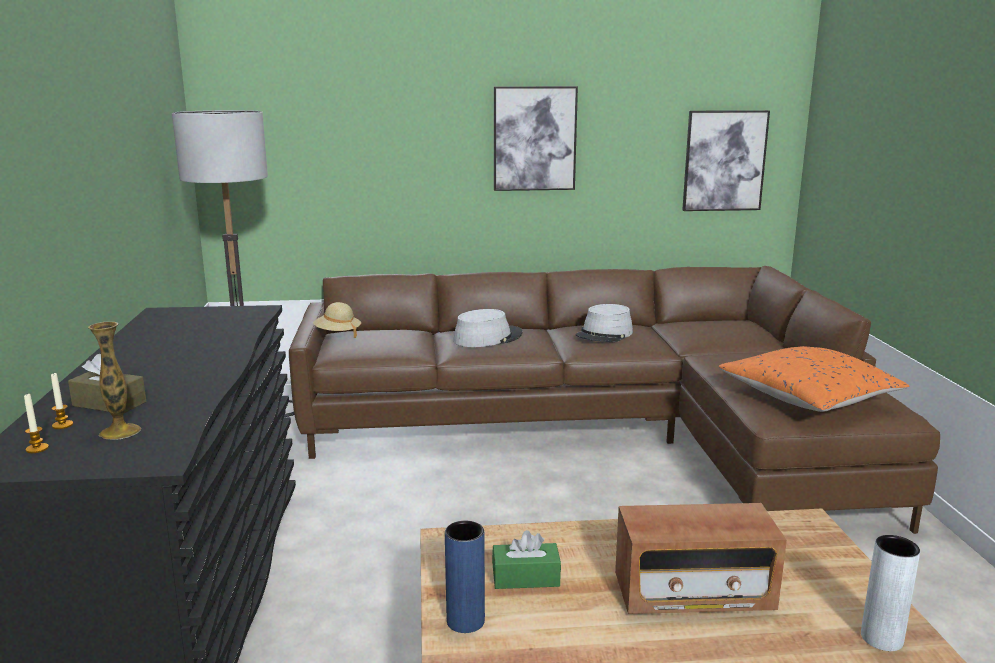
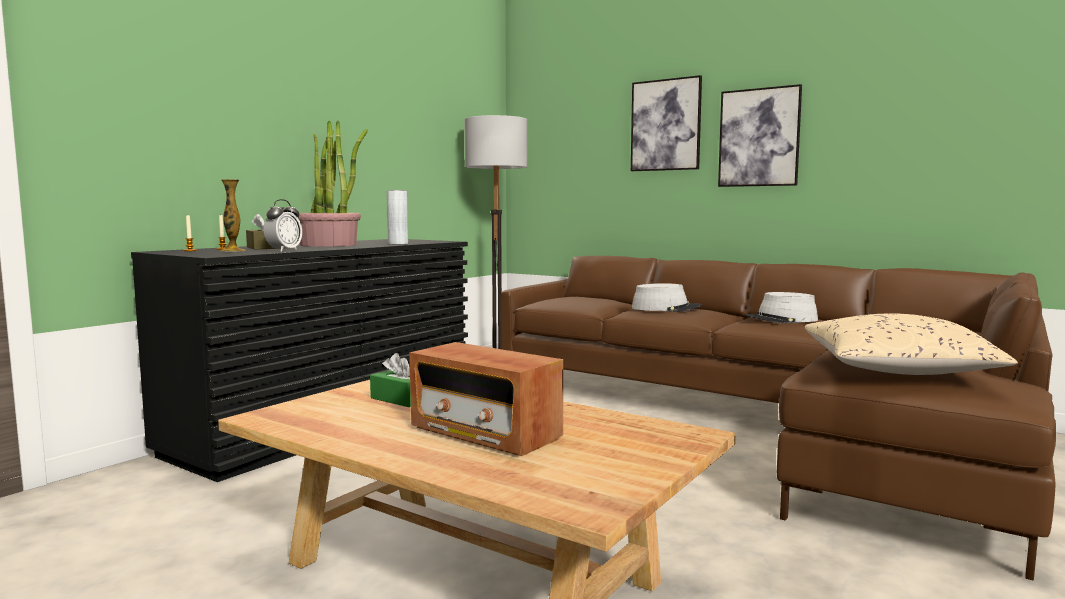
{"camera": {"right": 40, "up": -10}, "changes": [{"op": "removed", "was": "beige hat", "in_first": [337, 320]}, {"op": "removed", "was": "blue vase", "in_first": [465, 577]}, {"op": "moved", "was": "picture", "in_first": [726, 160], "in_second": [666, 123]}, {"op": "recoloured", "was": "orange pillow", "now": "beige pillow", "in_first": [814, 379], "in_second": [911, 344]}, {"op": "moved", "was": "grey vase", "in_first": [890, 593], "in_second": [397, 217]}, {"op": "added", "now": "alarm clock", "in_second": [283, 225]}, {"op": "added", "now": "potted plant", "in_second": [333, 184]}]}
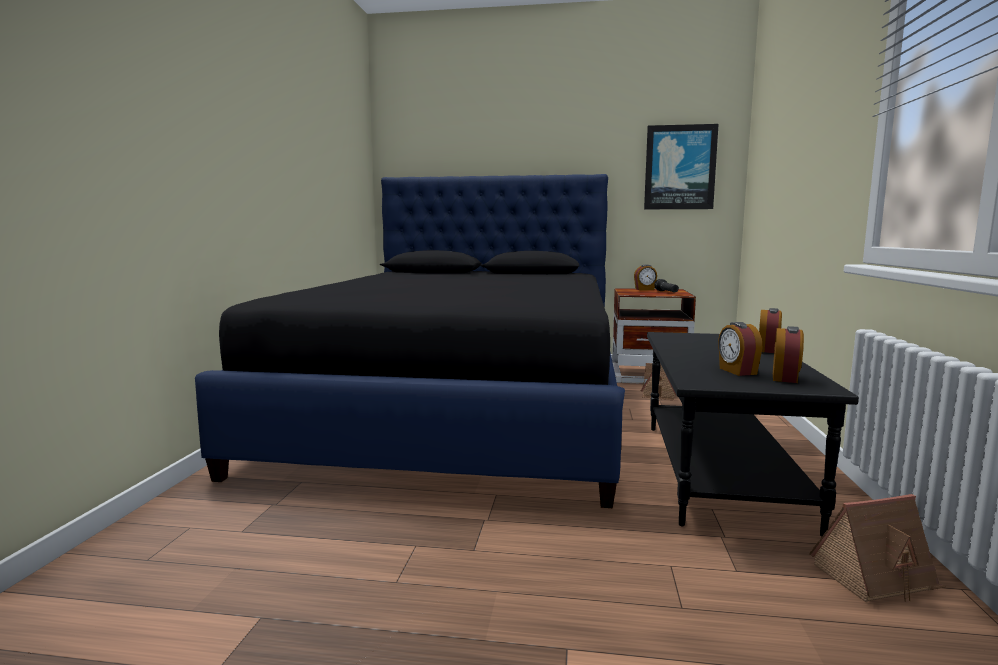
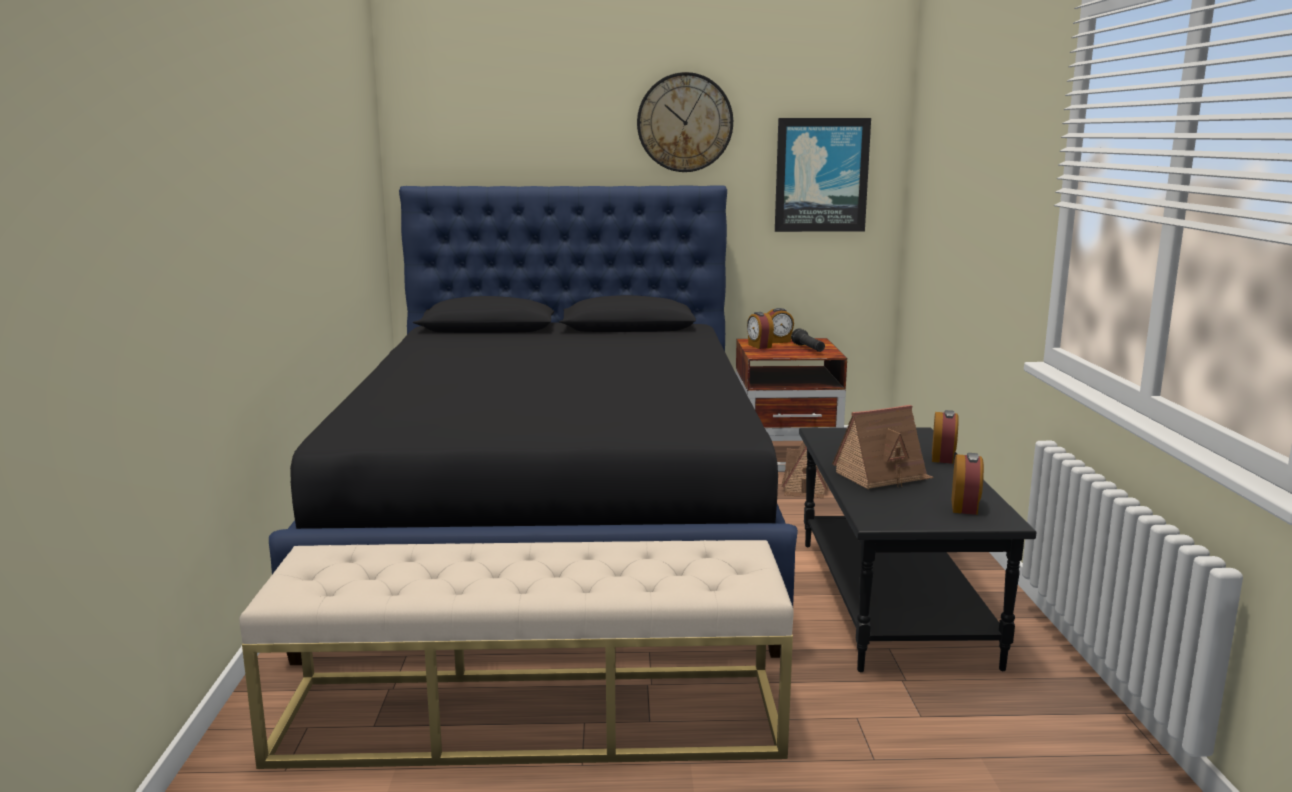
{"camera": {"right": -10, "up": 5}, "changes": [{"op": "moved", "was": "alarm clock", "in_first": [740, 349], "in_second": [760, 330]}, {"op": "moved", "was": "toy house", "in_first": [877, 548], "in_second": [883, 447]}, {"op": "added", "now": "beige bench", "in_second": [516, 654]}, {"op": "added", "now": "wall clock", "in_second": [685, 122]}]}
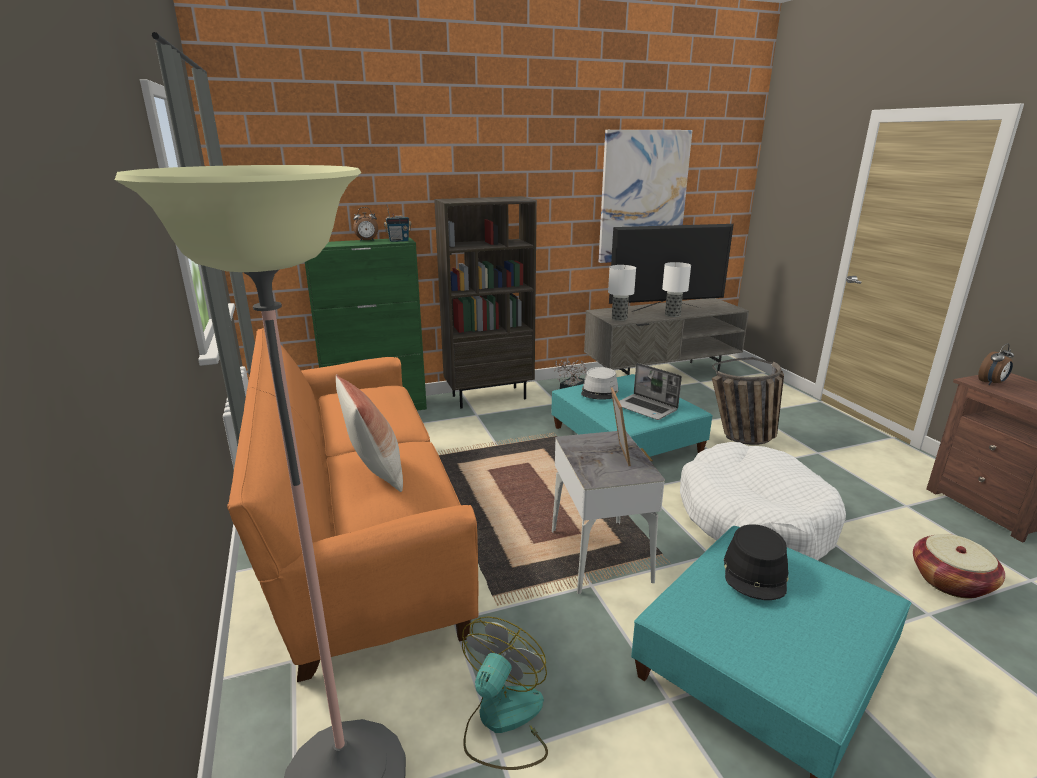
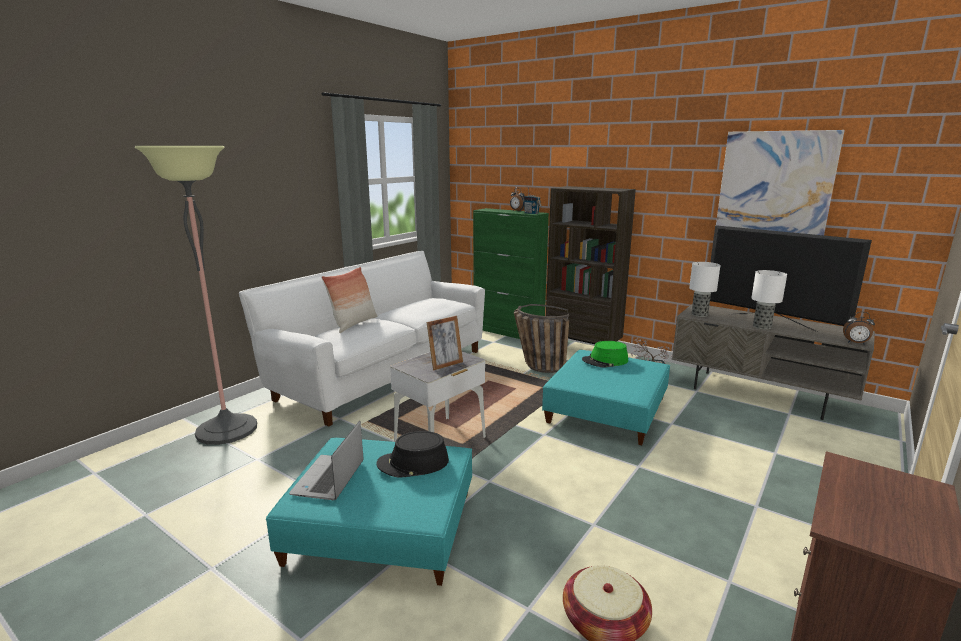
{"camera": {"right": 55, "up": -5}, "changes": [{"op": "recoloured", "was": "orange sofa", "now": "white sofa", "in_first": [353, 505], "in_second": [362, 339]}, {"op": "removed", "was": "fan", "in_first": [505, 693]}, {"op": "recoloured", "was": "grey hat", "now": "green hat", "in_first": [599, 383], "in_second": [605, 354]}, {"op": "moved", "was": "laptop", "in_first": [650, 391], "in_second": [326, 460]}, {"op": "removed", "was": "white dog bed", "in_first": [763, 501]}, {"op": "moved", "was": "basket", "in_first": [748, 401], "in_second": [541, 338]}, {"op": "moved", "was": "alarm clock", "in_first": [996, 364], "in_second": [859, 328]}]}
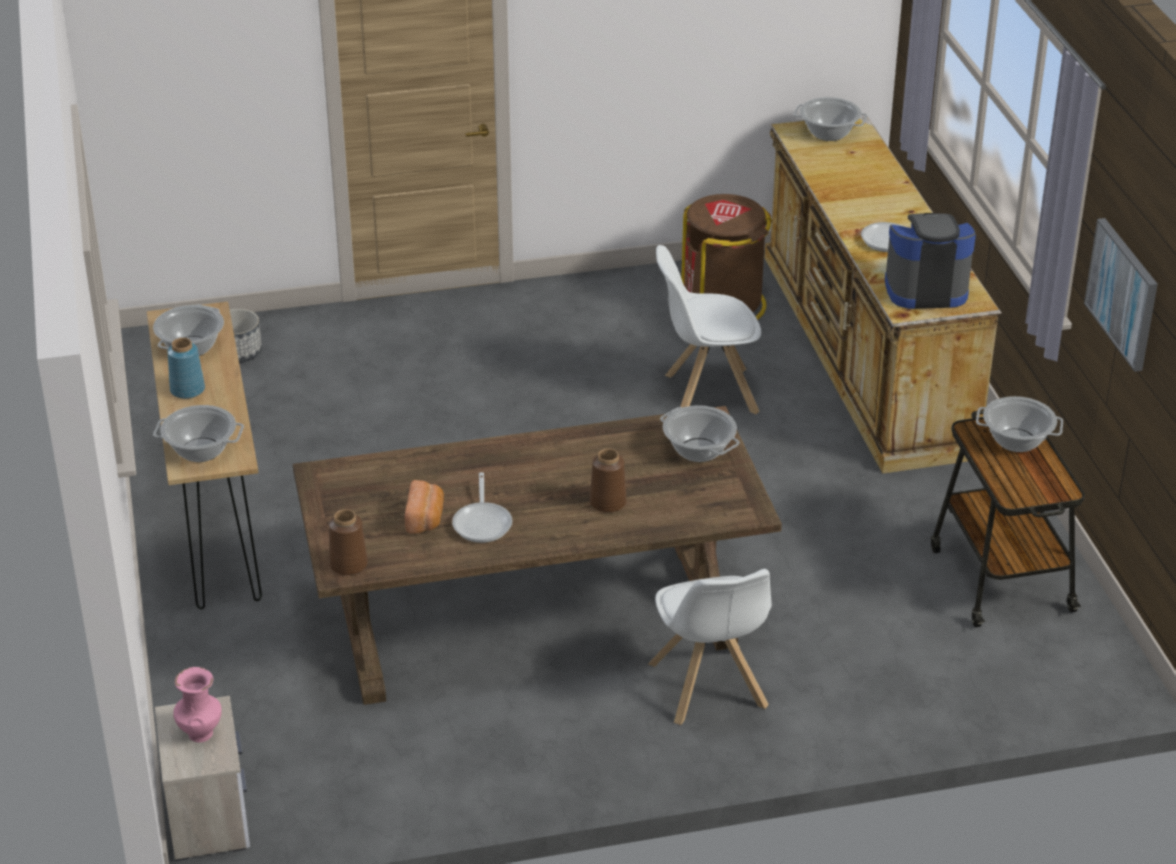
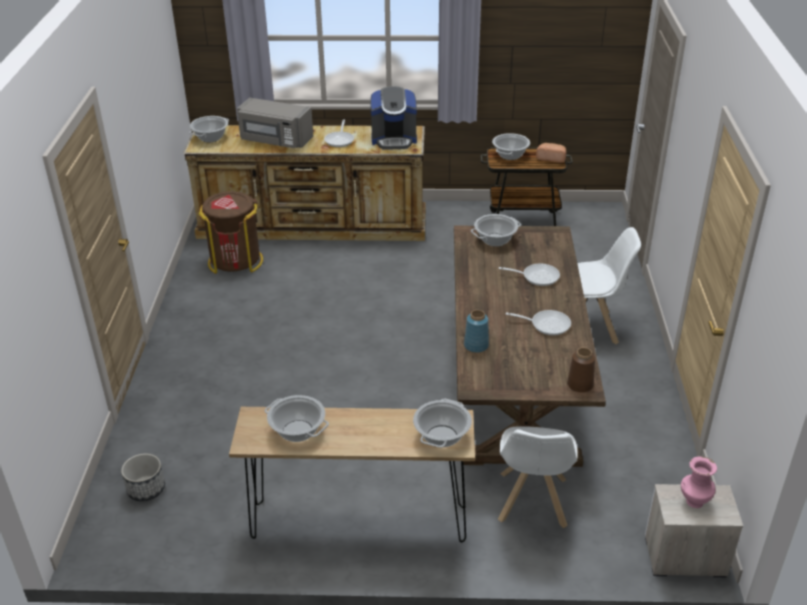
{"camera": {"right": -75, "up": 0}, "changes": [{"op": "moved", "was": "blue vase", "in_first": [186, 368], "in_second": [476, 331]}, {"op": "moved", "was": "bread", "in_first": [424, 507], "in_second": [551, 153]}, {"op": "replaced", "was": "brown vase", "now": "frying pan", "in_first": [608, 480], "in_second": [529, 275]}, {"op": "moved", "was": "white chair", "in_first": [708, 329], "in_second": [537, 477]}, {"op": "turned", "was": "coffee machine", "in_first": [930, 261], "in_second": [393, 118], "clockwise": -105}, {"op": "removed", "was": "picture", "in_first": [1121, 295]}, {"op": "added", "now": "grey microwave", "in_second": [275, 123]}]}
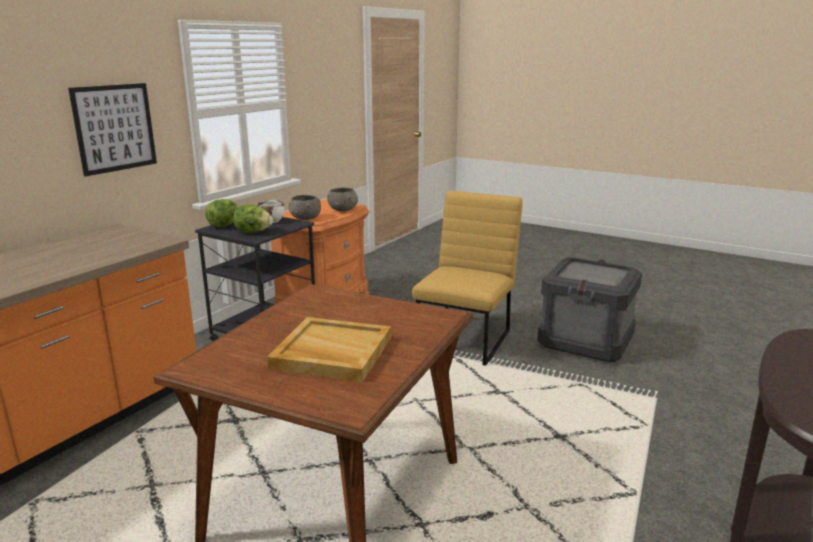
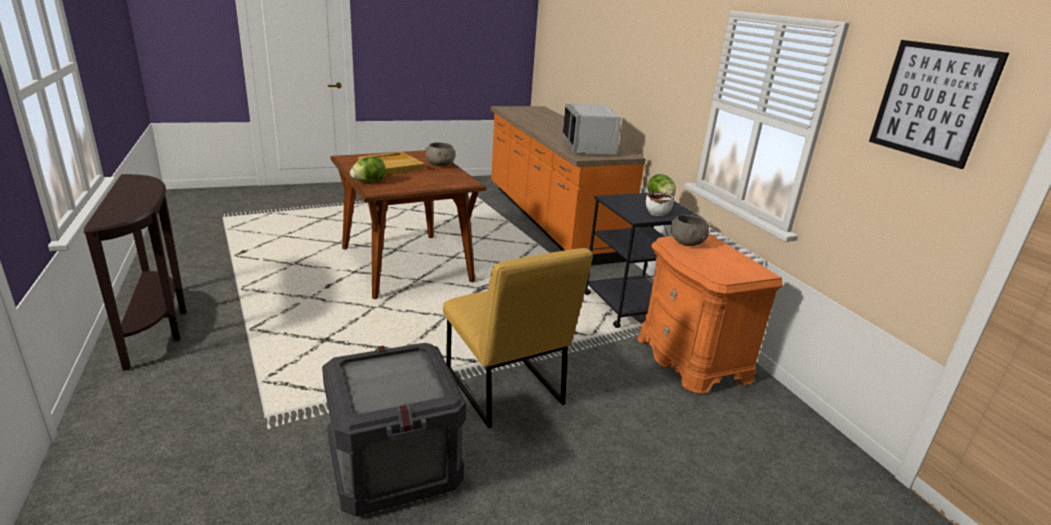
{"camera": {"right": 125, "up": 5}, "changes": [{"op": "moved", "was": "picture", "in_first": [112, 130], "in_second": [939, 104]}, {"op": "moved", "was": "lettuce", "in_first": [253, 219], "in_second": [368, 170]}, {"op": "moved", "was": "grey bowl", "in_first": [342, 199], "in_second": [440, 154]}, {"op": "added", "now": "grey microwave", "in_second": [591, 129]}]}
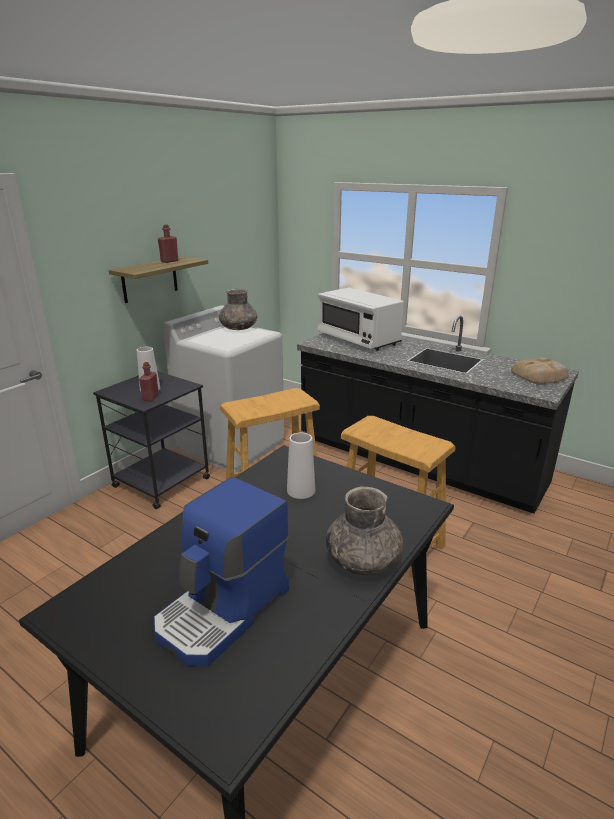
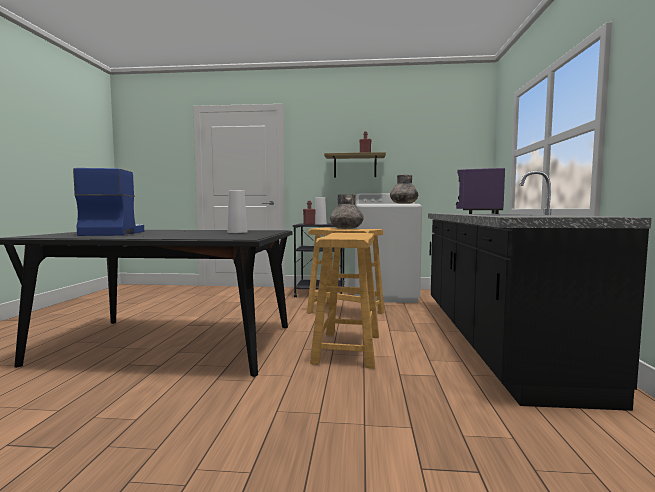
{"camera": {"right": 60, "up": -20}, "changes": [{"op": "turned", "was": "coffee machine", "in_first": [221, 571], "in_second": [108, 202], "clockwise": 75}, {"op": "recoloured", "was": "white microwave", "now": "purple microwave", "in_first": [361, 319], "in_second": [480, 191]}, {"op": "moved", "was": "grey vase", "in_first": [364, 531], "in_second": [347, 211]}, {"op": "removed", "was": "bread", "in_first": [540, 371]}]}
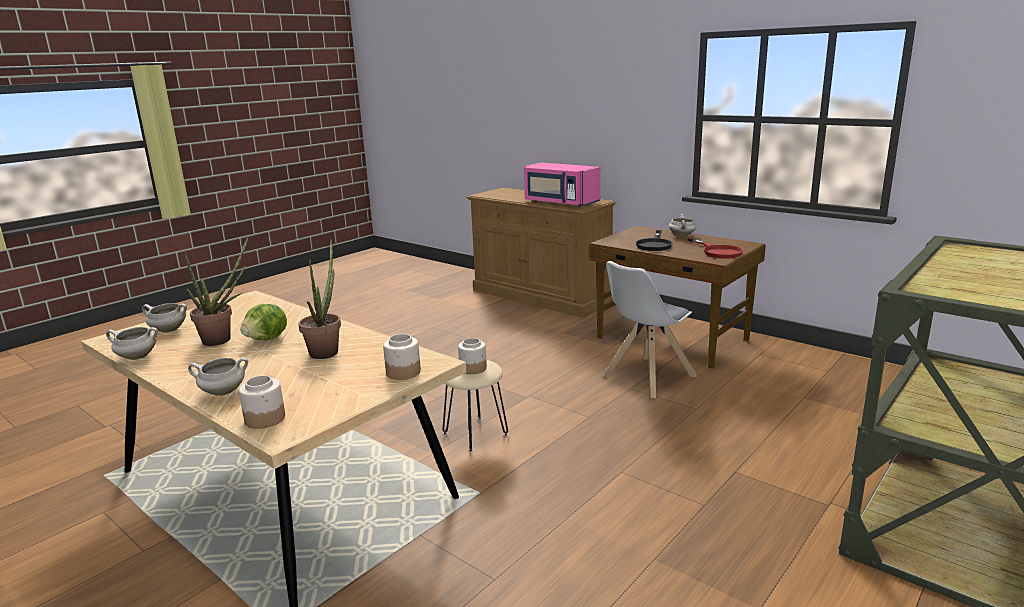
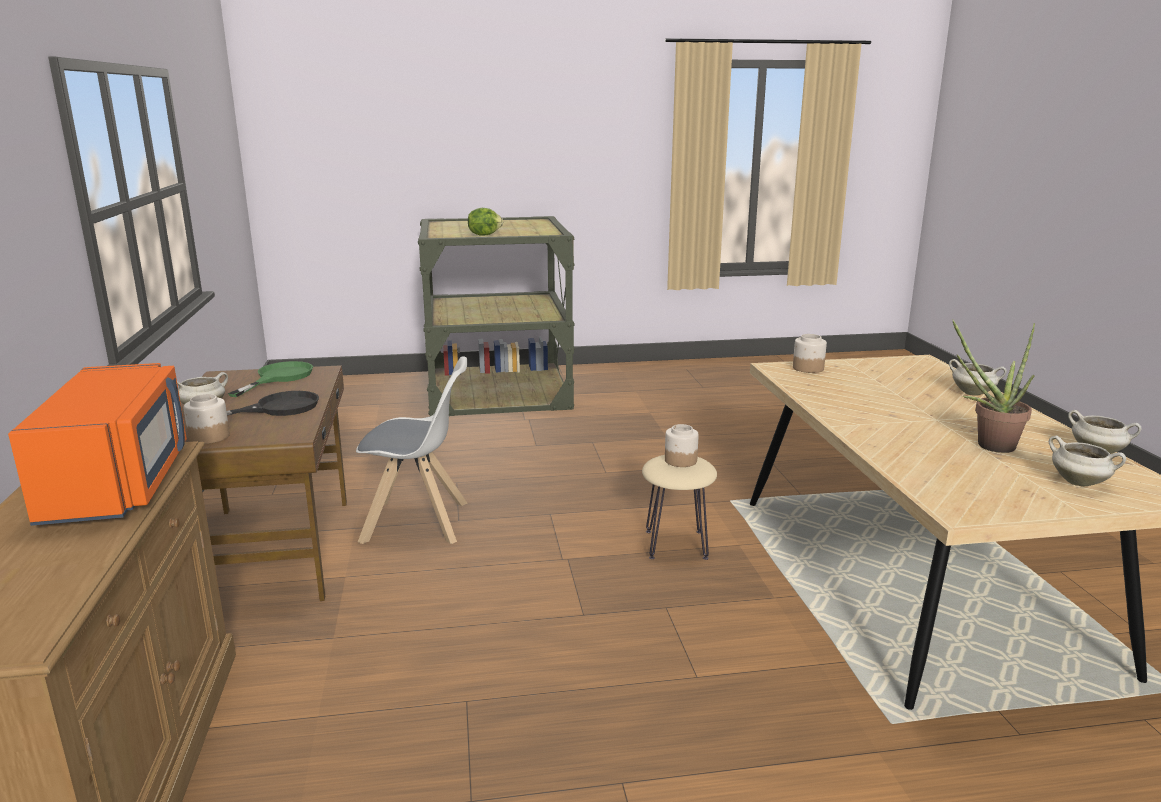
{"camera": {"right": -140, "up": 0}, "changes": [{"op": "moved", "was": "jar", "in_first": [262, 402], "in_second": [206, 419]}, {"op": "moved", "was": "lettuce", "in_first": [263, 322], "in_second": [485, 222]}, {"op": "removed", "was": "potted plant", "in_first": [319, 299]}, {"op": "recoloured", "was": "pink microwave", "now": "orange microwave", "in_first": [562, 184], "in_second": [97, 444]}, {"op": "recoloured", "was": "red frying pan", "now": "green frying pan", "in_first": [715, 248], "in_second": [270, 379]}]}
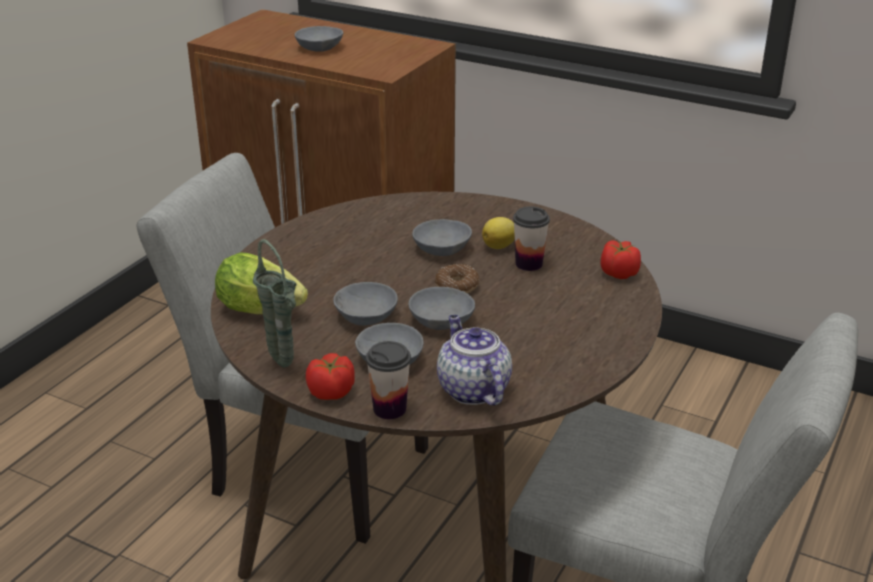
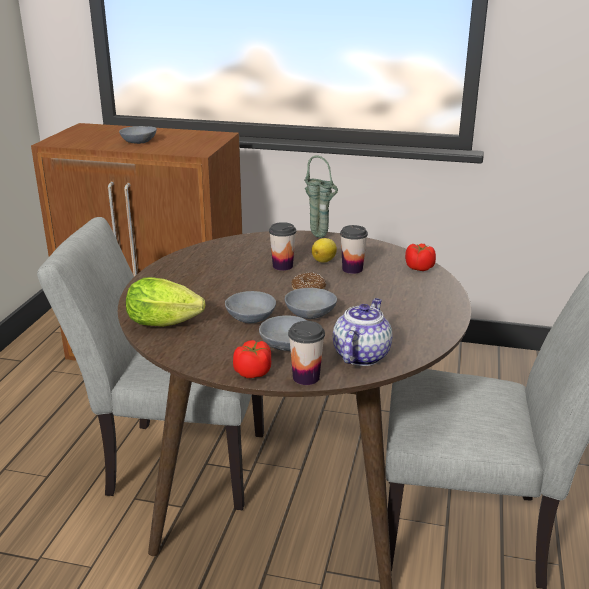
{"camera": {"right": -15, "up": -5}, "changes": [{"op": "moved", "was": "green vase", "in_first": [274, 303], "in_second": [321, 196]}, {"op": "replaced", "was": "grey bowl", "now": "cup", "in_first": [442, 237], "in_second": [282, 246]}, {"op": "turned", "was": "teapot", "in_first": [474, 360], "in_second": [363, 332], "clockwise": 60}]}
